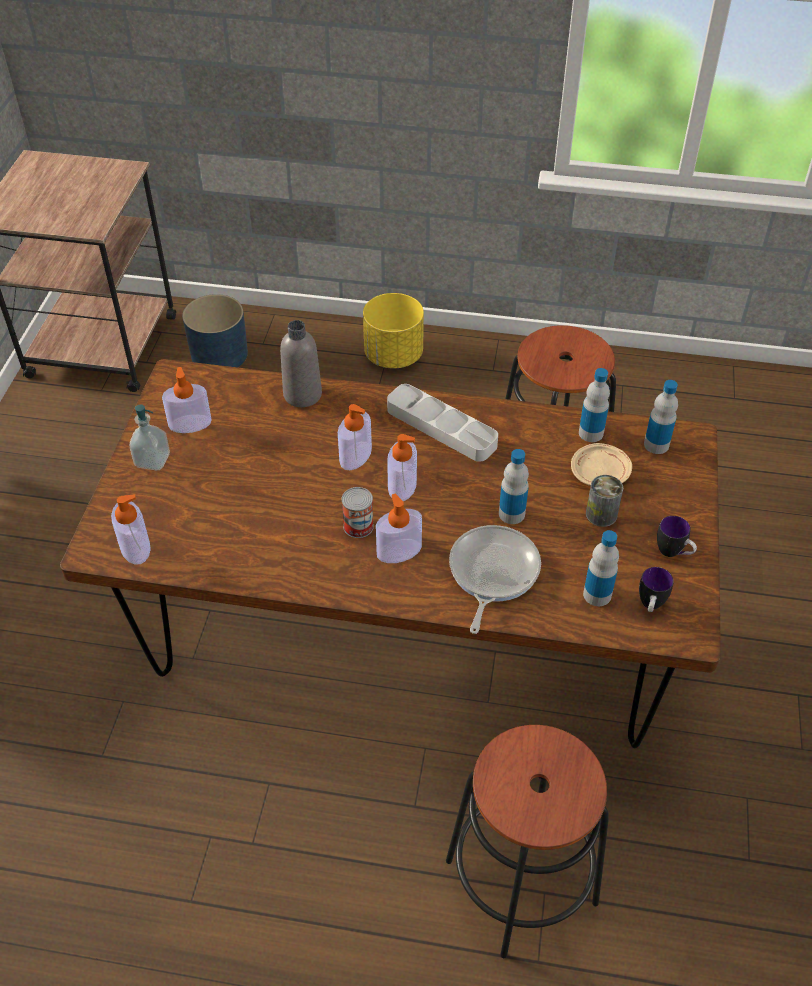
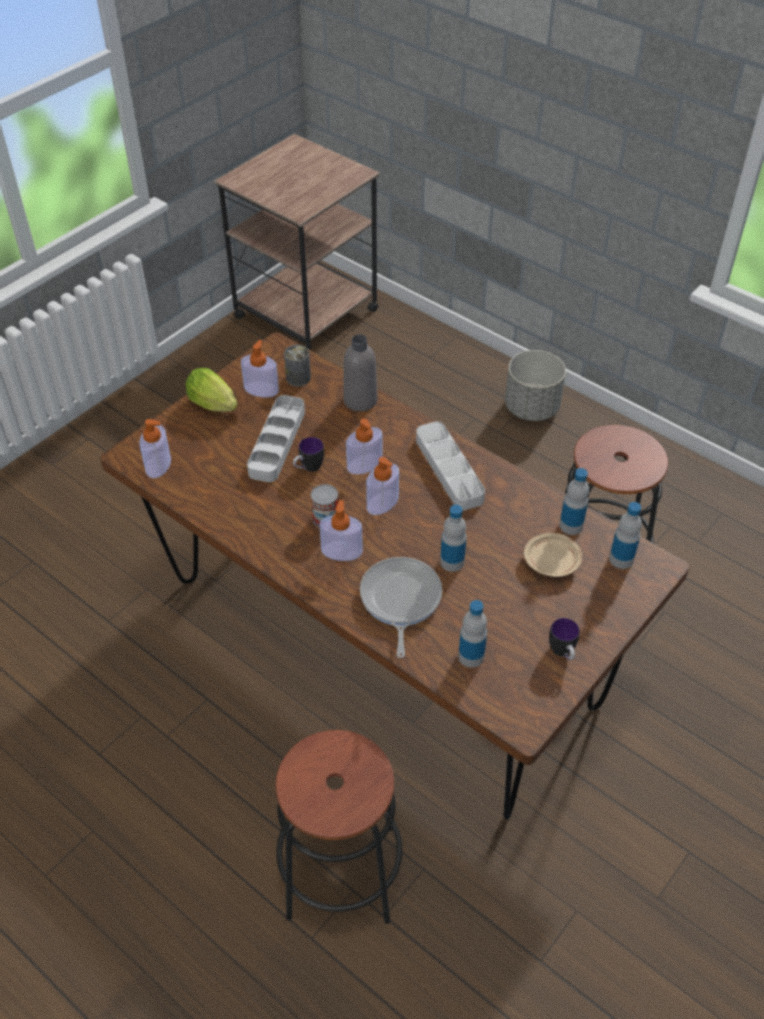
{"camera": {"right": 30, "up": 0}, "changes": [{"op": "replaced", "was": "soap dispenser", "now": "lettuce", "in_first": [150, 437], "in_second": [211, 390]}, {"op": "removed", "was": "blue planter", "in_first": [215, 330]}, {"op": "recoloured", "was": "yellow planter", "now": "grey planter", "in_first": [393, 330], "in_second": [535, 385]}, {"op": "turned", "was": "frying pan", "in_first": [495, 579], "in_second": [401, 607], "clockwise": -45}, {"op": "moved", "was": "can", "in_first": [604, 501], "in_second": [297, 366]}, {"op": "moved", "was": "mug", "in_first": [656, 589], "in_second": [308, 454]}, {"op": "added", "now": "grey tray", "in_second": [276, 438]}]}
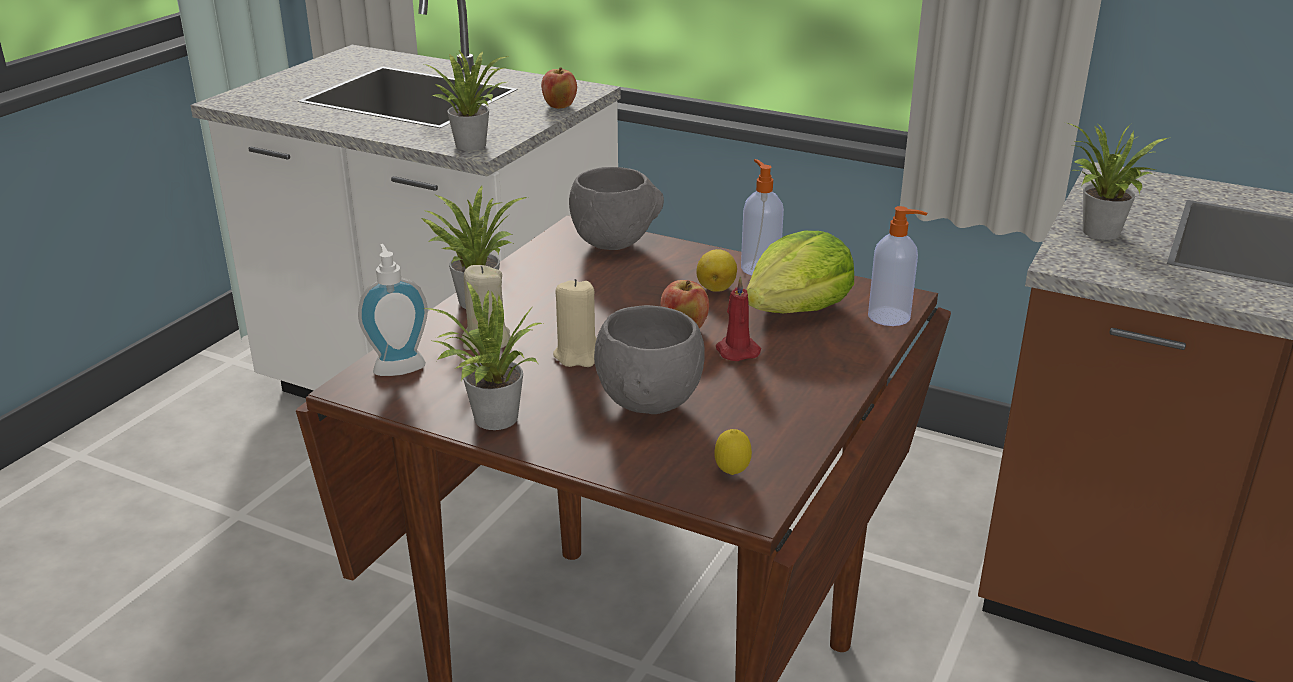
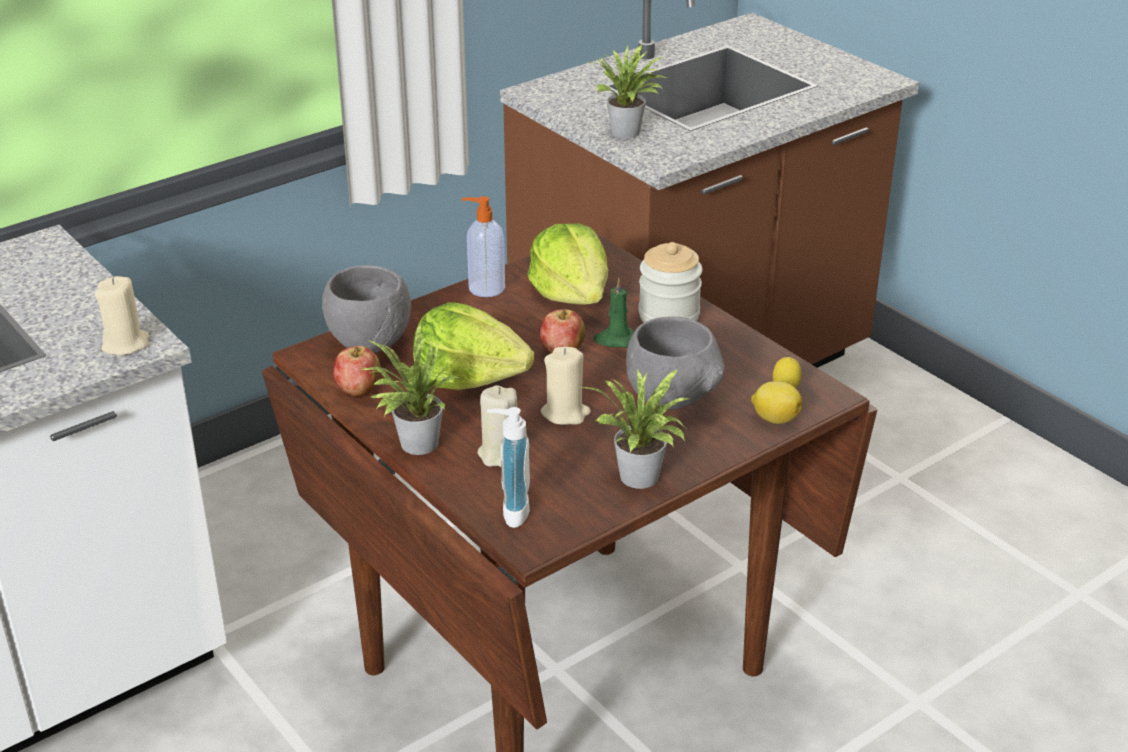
{"camera": {"right": -65, "up": 5}, "changes": [{"op": "replaced", "was": "potted plant", "now": "beige candle", "in_first": [466, 100], "in_second": [122, 315]}, {"op": "moved", "was": "apple", "in_first": [559, 88], "in_second": [357, 371]}, {"op": "moved", "was": "lemon", "in_first": [716, 270], "in_second": [776, 402]}, {"op": "recoloured", "was": "red candle", "now": "green candle", "in_first": [738, 318], "in_second": [614, 313]}, {"op": "removed", "was": "soap dispenser", "in_first": [897, 266]}, {"op": "added", "now": "lettuce", "in_second": [473, 346]}, {"op": "added", "now": "jar", "in_second": [671, 282]}]}
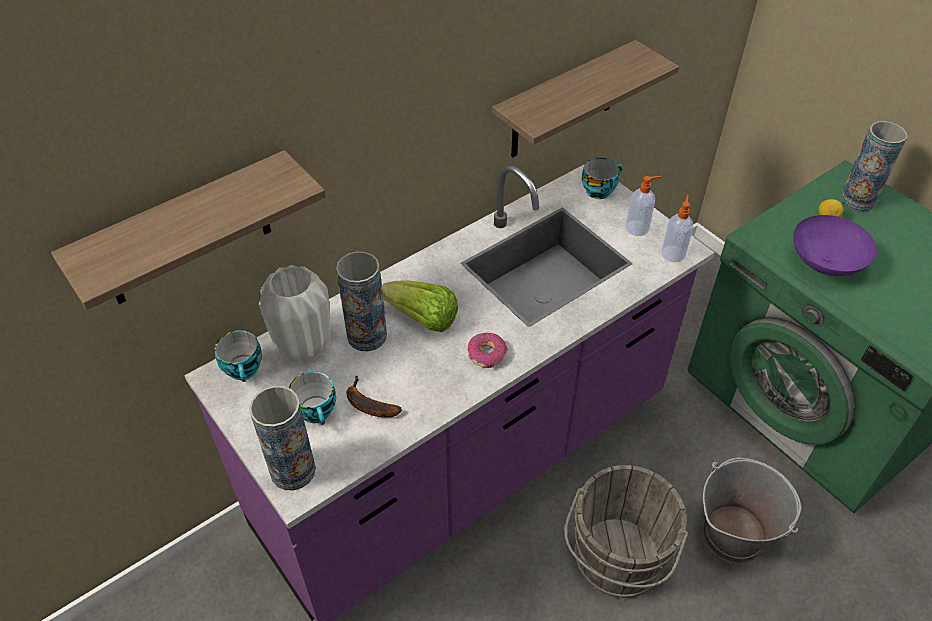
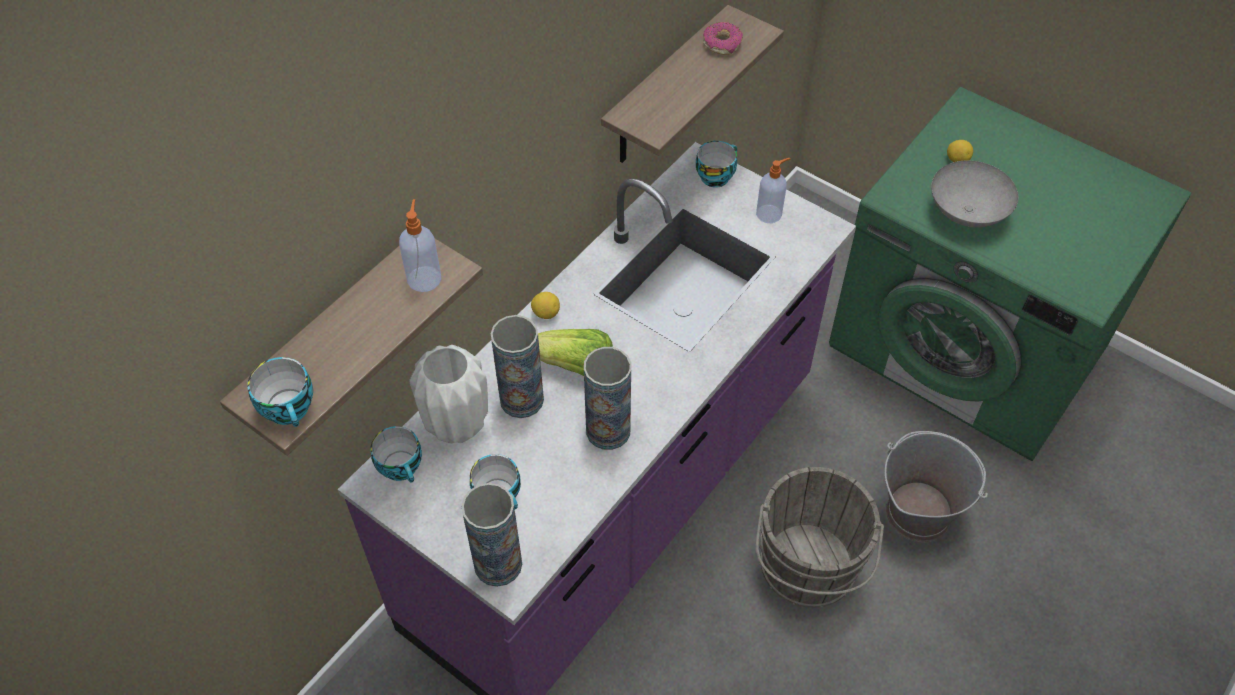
{"camera": {"right": -15, "up": 5}, "changes": [{"op": "removed", "was": "banana", "in_first": [374, 397]}, {"op": "moved", "was": "donut", "in_first": [487, 350], "in_second": [723, 38]}, {"op": "moved", "was": "soap dispenser", "in_first": [677, 228], "in_second": [420, 245]}, {"op": "recoloured", "was": "purple bowl", "now": "grey bowl", "in_first": [835, 245], "in_second": [974, 194]}, {"op": "moved", "was": "vase", "in_first": [874, 166], "in_second": [607, 398]}, {"op": "added", "now": "cup", "in_second": [280, 392]}, {"op": "added", "now": "lemon", "in_second": [545, 305]}]}
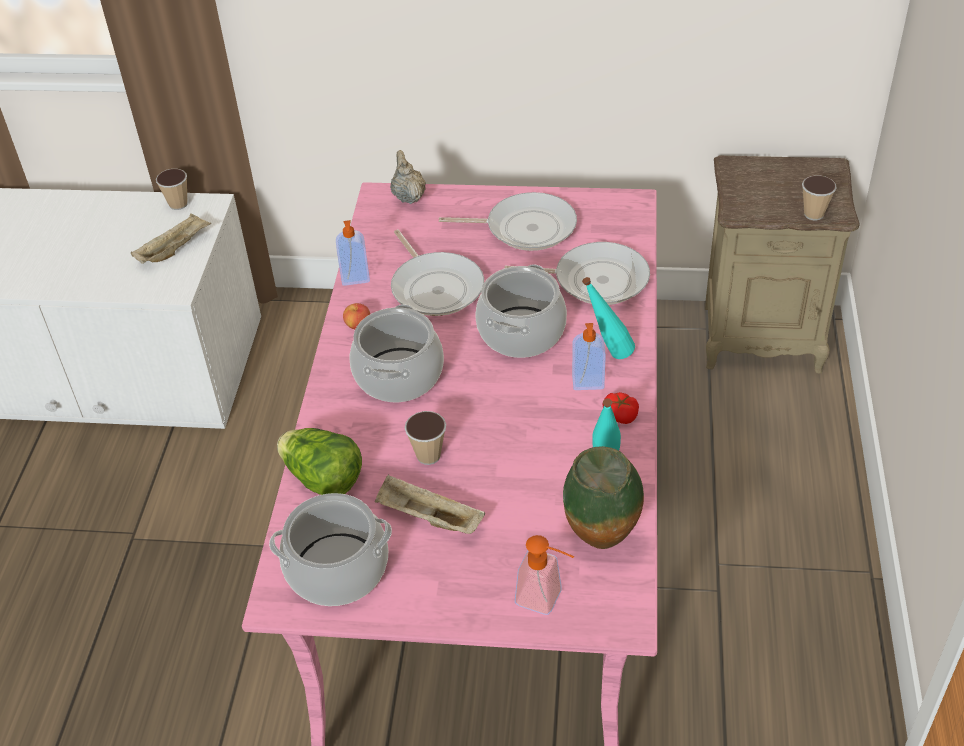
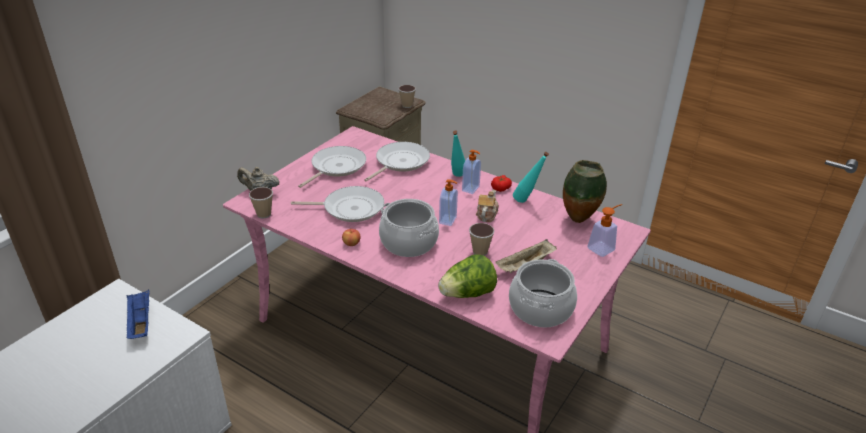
{"camera": {"right": -65, "up": -10}, "changes": [{"op": "recoloured", "was": "beige tray", "now": "blue tray", "in_first": [171, 238], "in_second": [137, 314]}, {"op": "moved", "was": "cup", "in_first": [172, 189], "in_second": [261, 203]}, {"op": "moved", "was": "soap dispenser", "in_first": [353, 253], "in_second": [448, 202]}, {"op": "removed", "was": "cooking pot", "in_first": [521, 311]}, {"op": "added", "now": "teapot", "in_second": [487, 206]}]}
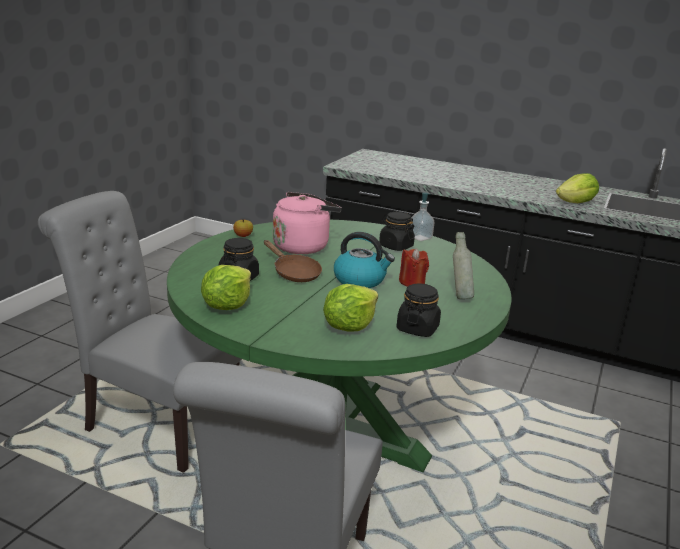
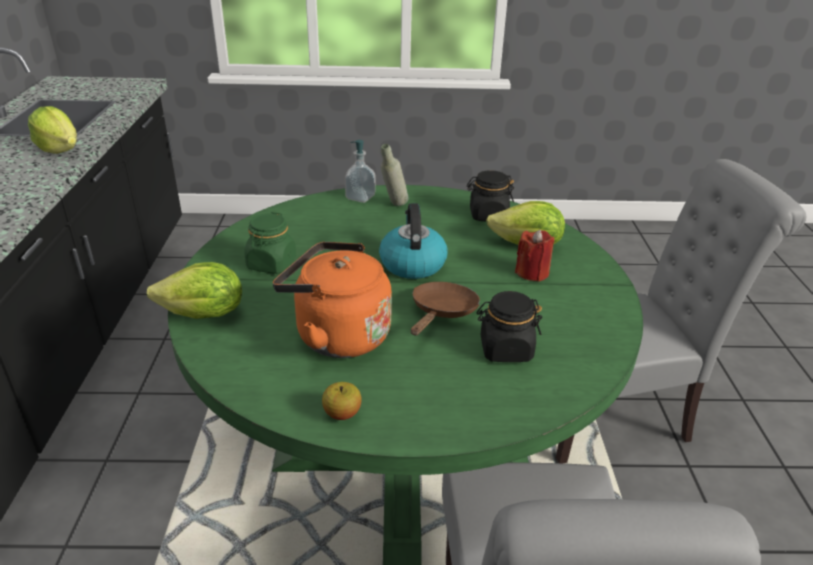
{"camera": {"right": -115, "up": 10}, "changes": [{"op": "moved", "was": "lettuce", "in_first": [226, 287], "in_second": [194, 290]}, {"op": "recoloured", "was": "pink kettle", "now": "orange kettle", "in_first": [307, 223], "in_second": [332, 300]}, {"op": "recoloured", "was": "black jar", "now": "green jar", "in_first": [397, 231], "in_second": [270, 243]}, {"op": "moved", "was": "red candle", "in_first": [414, 267], "in_second": [534, 256]}, {"op": "moved", "was": "soap dispenser", "in_first": [422, 216], "in_second": [360, 171]}]}
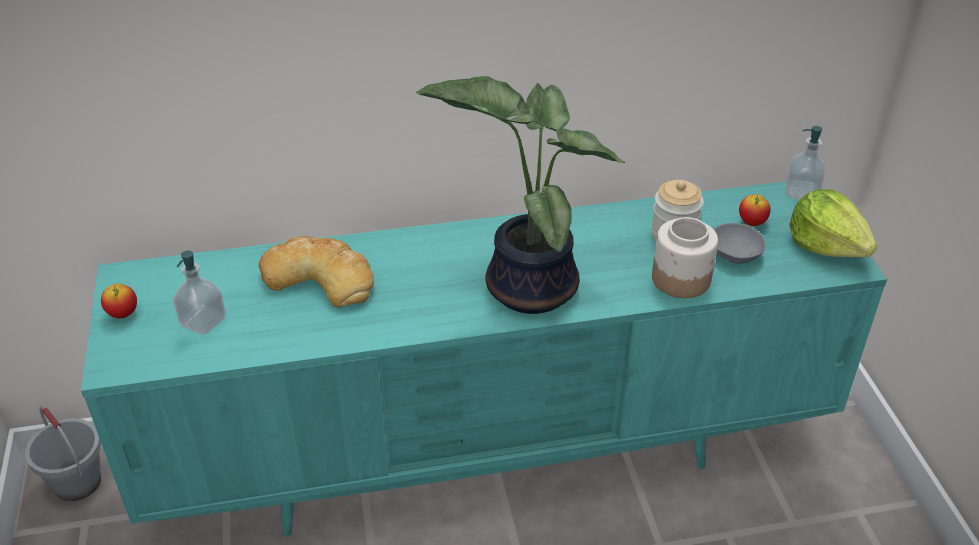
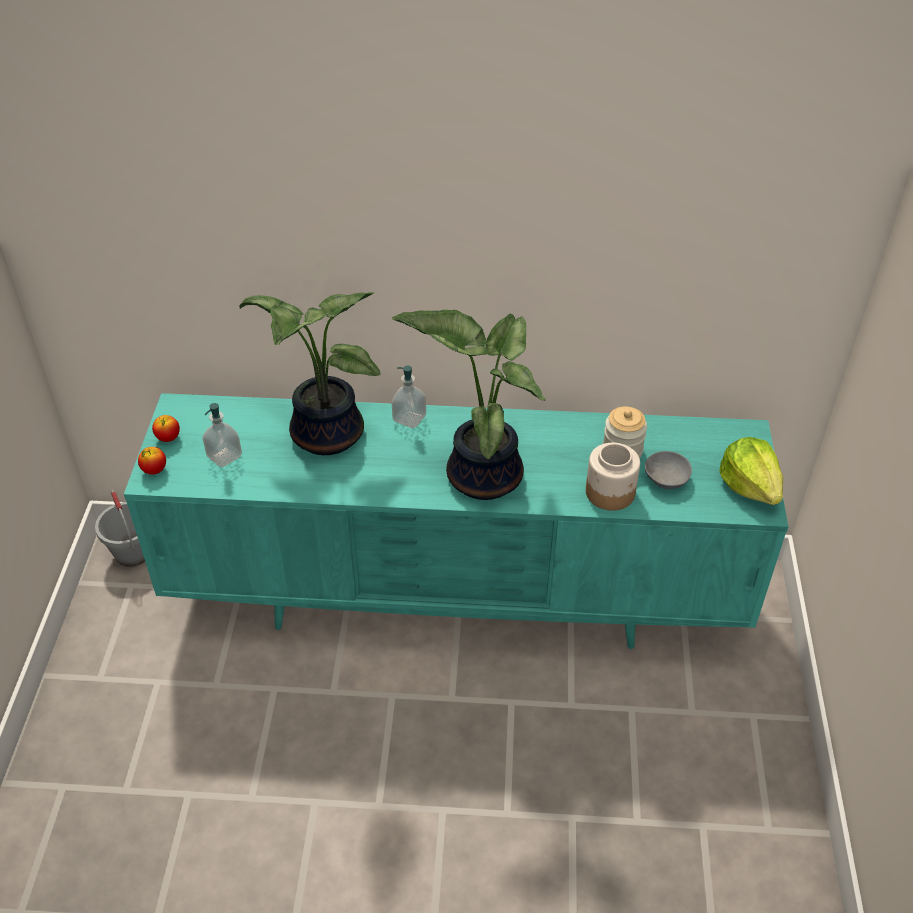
{"camera": {"right": 15, "up": 5}, "changes": [{"op": "replaced", "was": "bread", "now": "potted plant", "in_first": [316, 272], "in_second": [310, 373]}, {"op": "moved", "was": "apple", "in_first": [755, 210], "in_second": [152, 461]}, {"op": "moved", "was": "soap dispenser", "in_first": [805, 162], "in_second": [409, 397]}]}
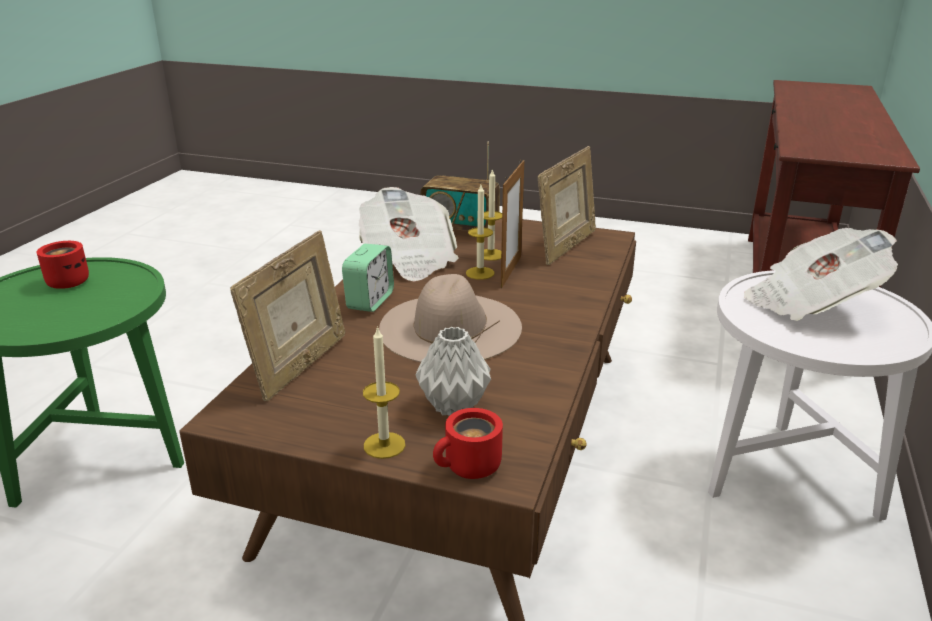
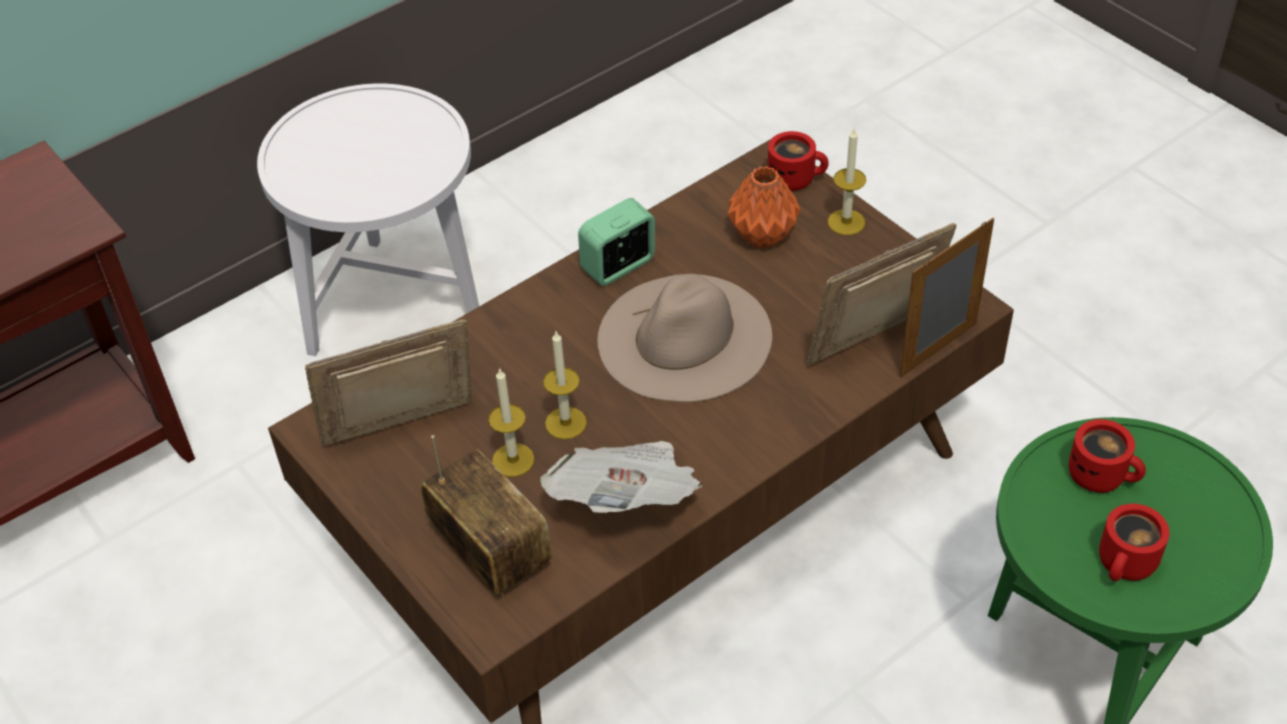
{"camera": {"right": -145, "up": 20}, "changes": [{"op": "moved", "was": "alarm clock", "in_first": [368, 278], "in_second": [616, 242]}, {"op": "recoloured", "was": "grey vase", "now": "orange vase", "in_first": [453, 371], "in_second": [764, 207]}, {"op": "moved", "was": "picture frame", "in_first": [512, 224], "in_second": [946, 298]}, {"op": "removed", "was": "newspaper", "in_first": [821, 274]}, {"op": "added", "now": "red mug", "in_second": [1107, 456]}]}
